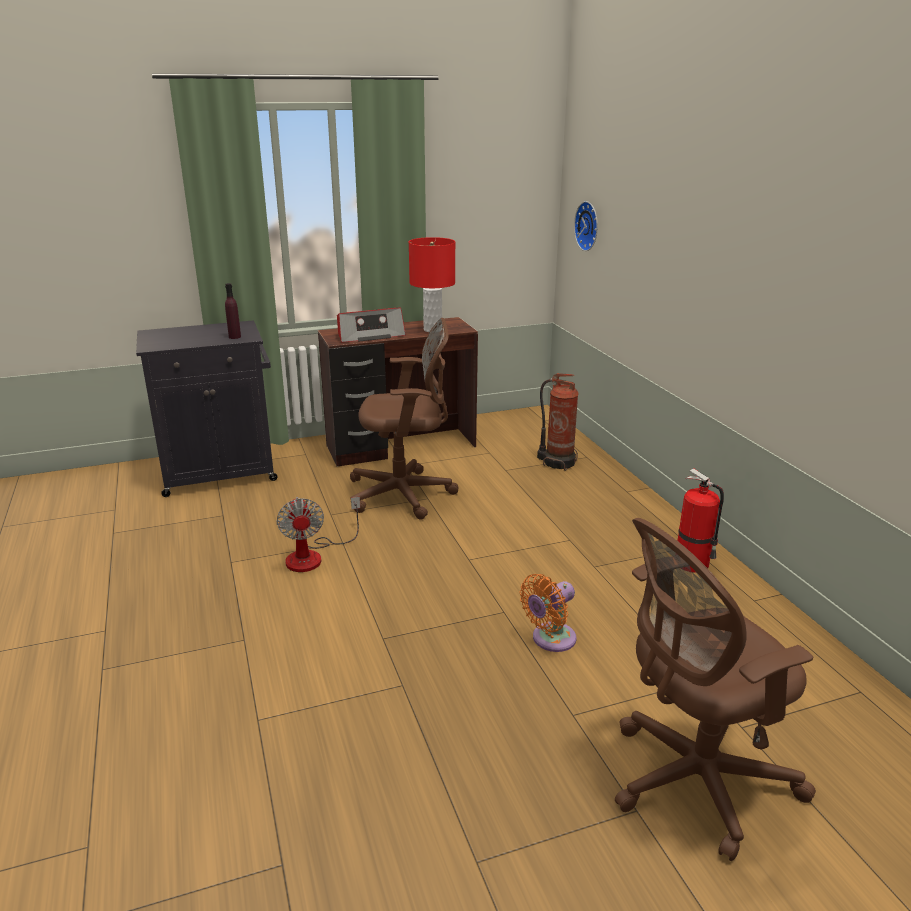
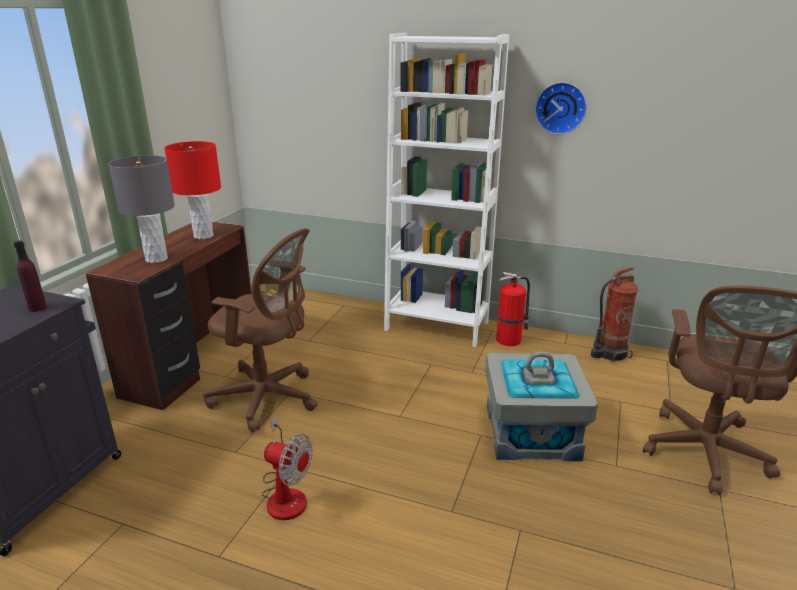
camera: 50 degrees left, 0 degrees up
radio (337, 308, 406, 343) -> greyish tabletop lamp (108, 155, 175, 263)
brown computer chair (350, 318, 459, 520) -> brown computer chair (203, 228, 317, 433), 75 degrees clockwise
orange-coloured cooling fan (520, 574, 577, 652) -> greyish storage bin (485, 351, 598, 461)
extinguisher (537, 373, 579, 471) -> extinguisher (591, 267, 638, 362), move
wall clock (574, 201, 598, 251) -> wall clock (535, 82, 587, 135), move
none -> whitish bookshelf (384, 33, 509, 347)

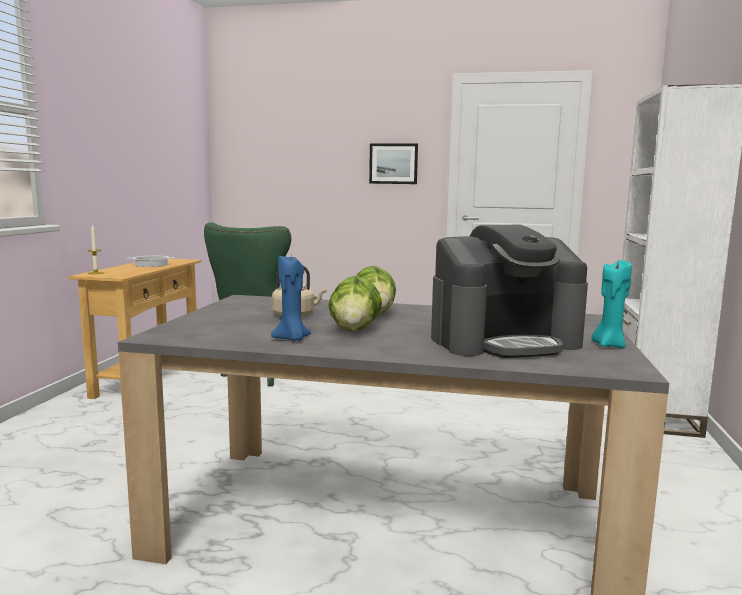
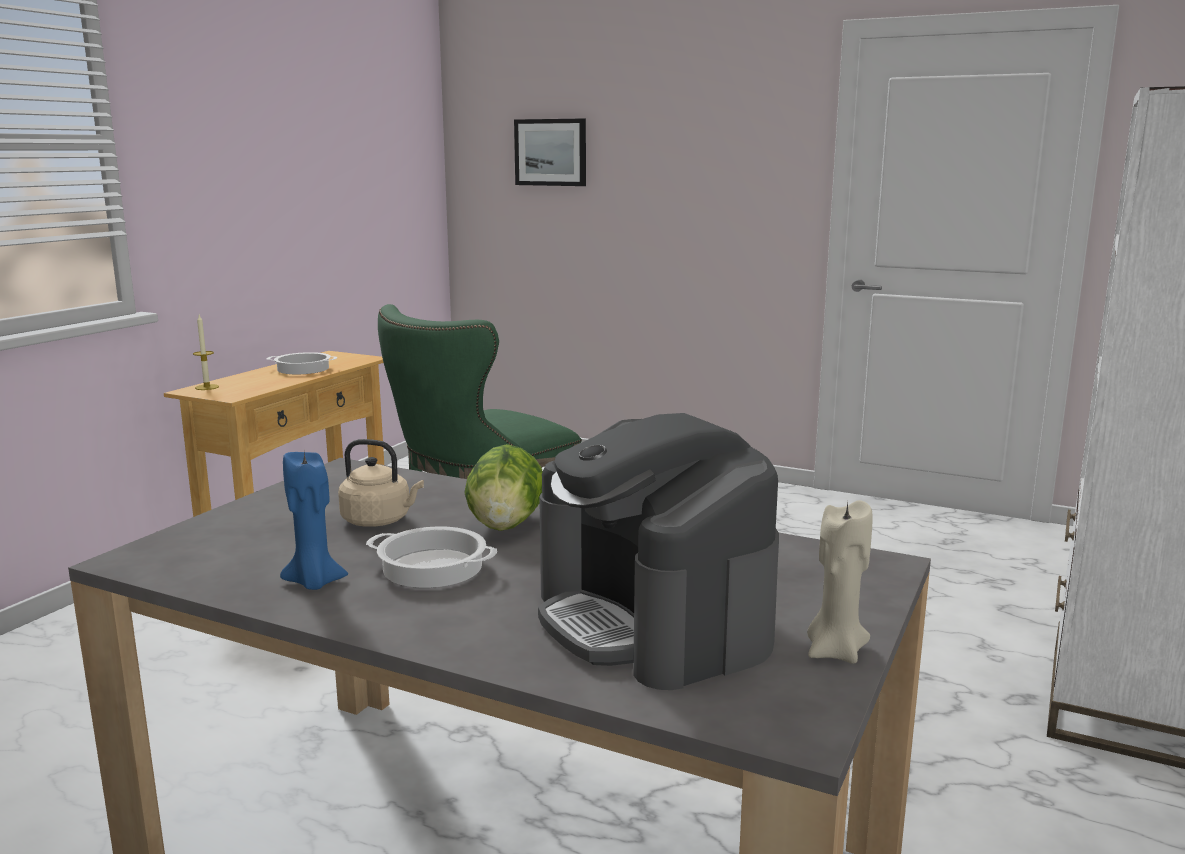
camera: 15 degrees right, 5 degrees up
lettuce head (329, 275, 382, 332) -> saucepot (366, 526, 497, 588)
picture (369, 143, 418, 184) -> picture (514, 119, 586, 186), move
coffee maker (431, 225, 588, 358) -> coffee maker (538, 413, 779, 690), 60 degrees clockwise
turquoise-coloured candle (591, 260, 632, 348) -> beige candle (807, 500, 873, 664)

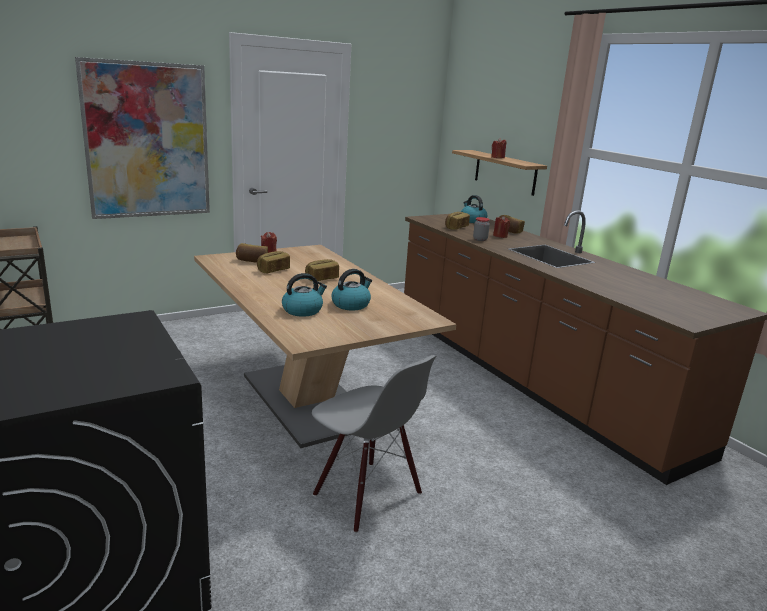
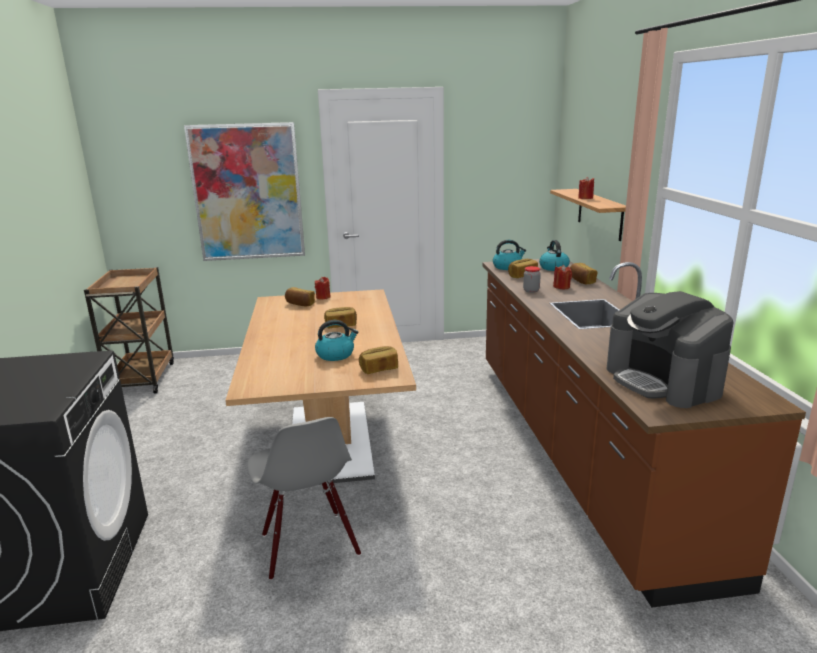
camera: 25 degrees right, 0 degrees up
bakery bread (257, 251, 290, 273) -> bakery bread (359, 346, 398, 374), move
kettle (282, 273, 327, 317) -> kettle (493, 240, 526, 270), move
none -> coffee maker (606, 291, 734, 408)

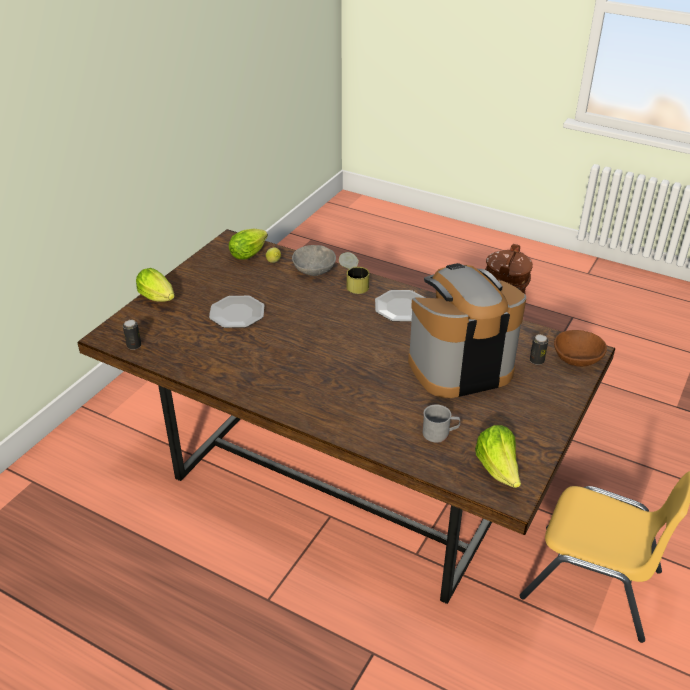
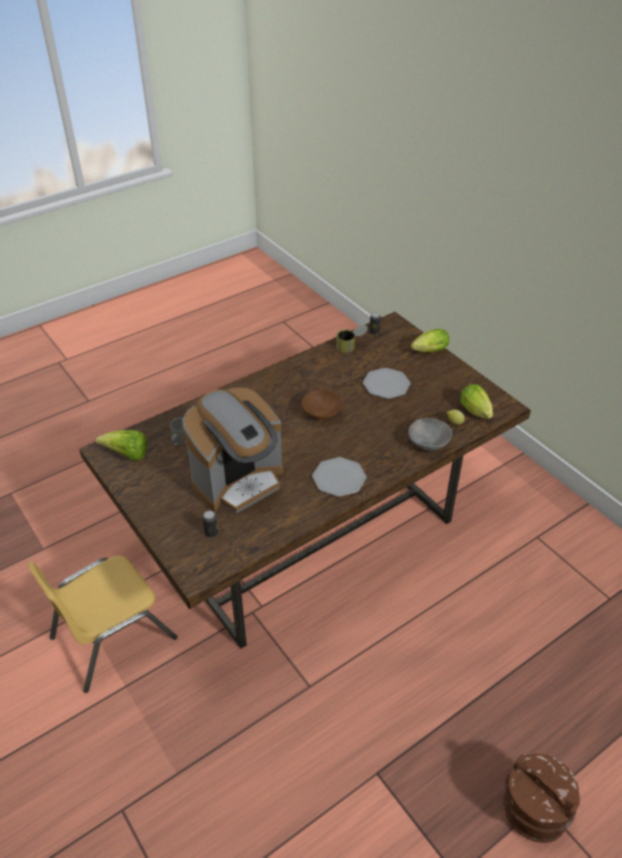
camera: 115 degrees right, 5 degrees up
sealed can (339, 252, 370, 294) -> sealed can (336, 325, 368, 353), move
coffee maker (408, 263, 526, 398) -> coffee maker (182, 387, 283, 514), 45 degrees clockwise
brown deep dish (554, 330, 607, 367) -> brown deep dish (302, 389, 343, 420), move

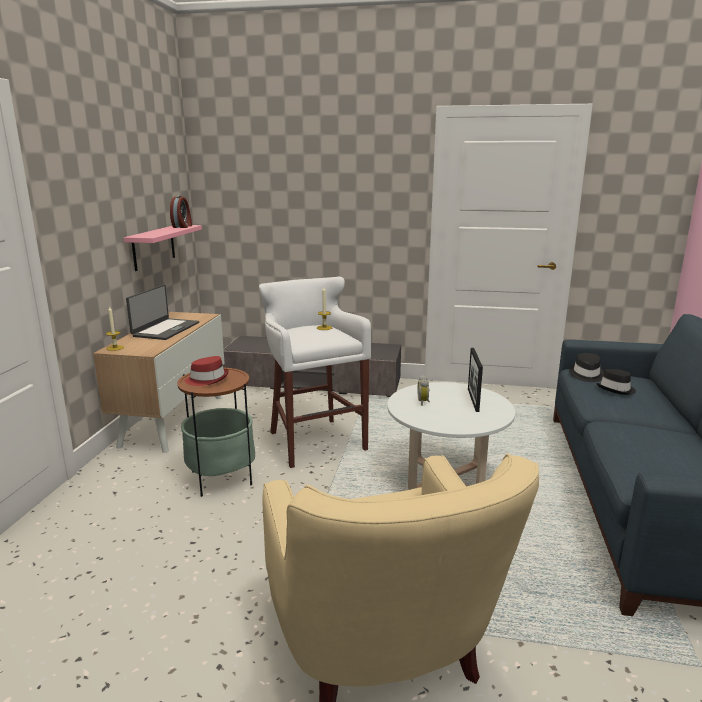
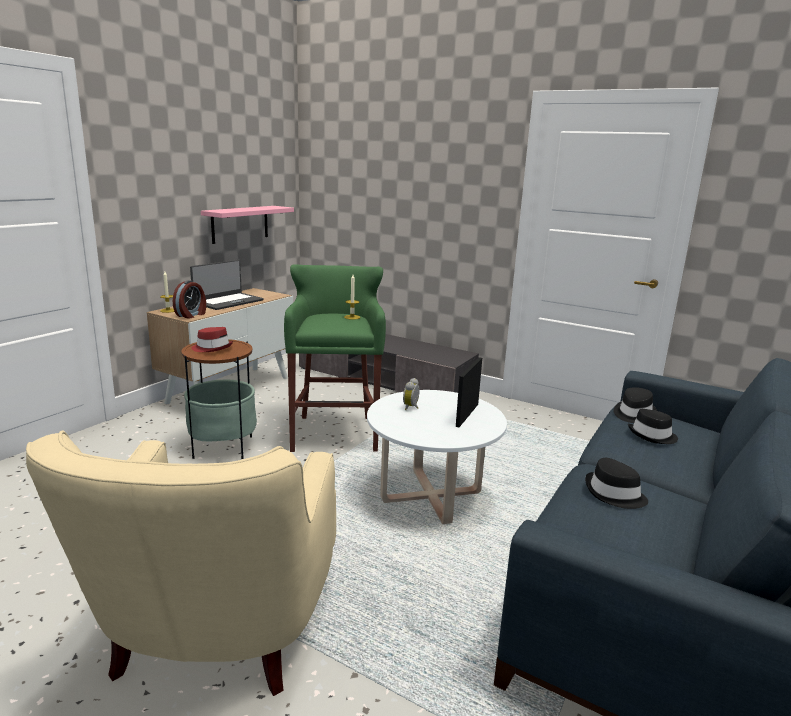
camera: 20 degrees right, 0 degrees up
alarm clock (170, 196, 192, 228) -> alarm clock (173, 280, 206, 319), move
whitish sitting stool (259, 277, 371, 468) -> green-coloured sitting stool (284, 264, 386, 452)
none -> black-coloured wearable hat (585, 458, 648, 509)

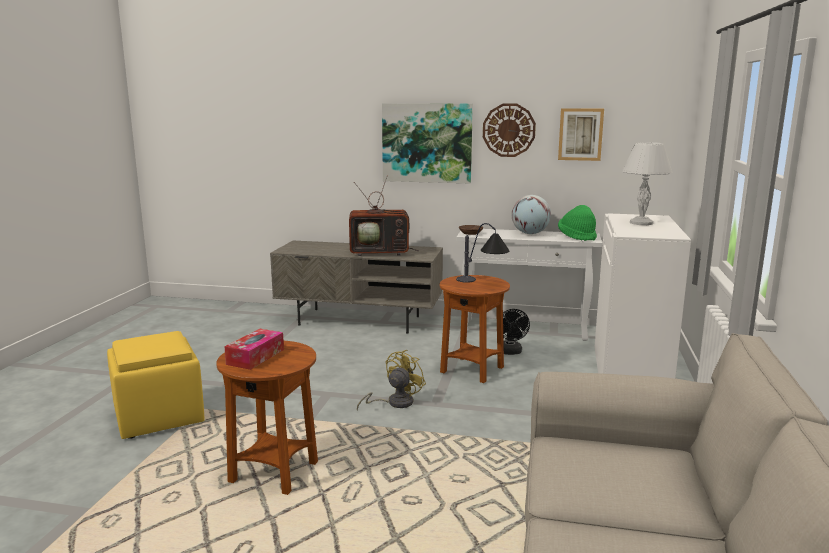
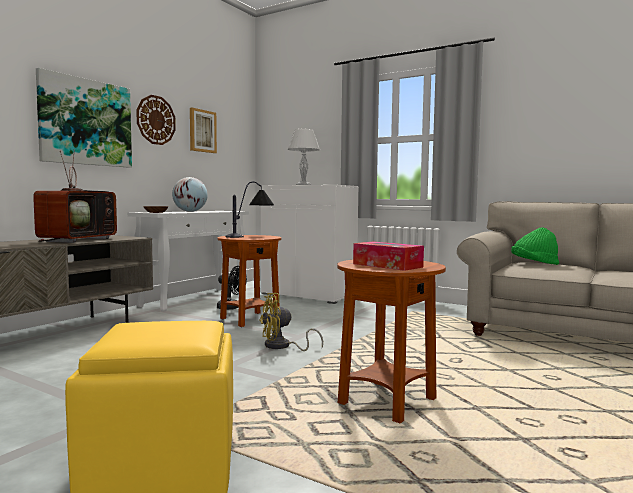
camera: 70 degrees left, 10 degrees down
yellowish cooling fan (357, 350, 426, 411) -> yellowish cooling fan (259, 293, 323, 351), 75 degrees counterclockwise
green-coloured wearable hat (558, 205, 597, 241) -> green-coloured wearable hat (511, 227, 559, 265), move

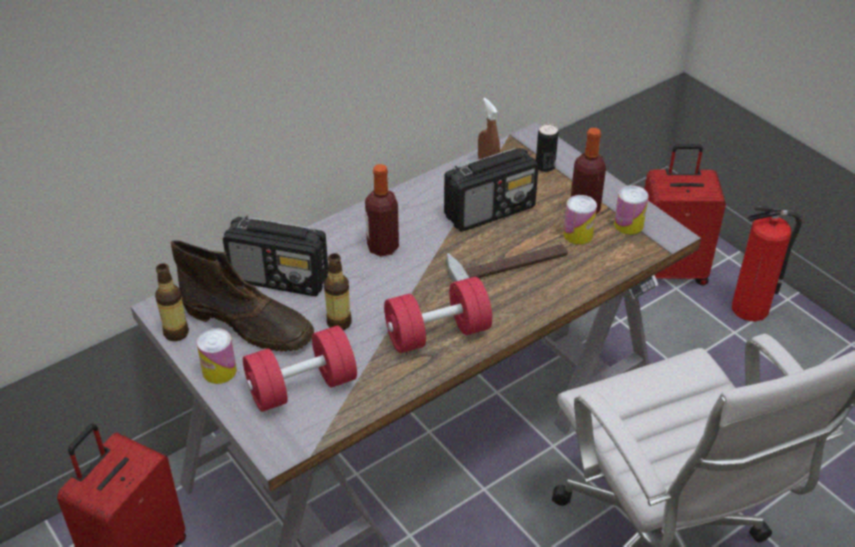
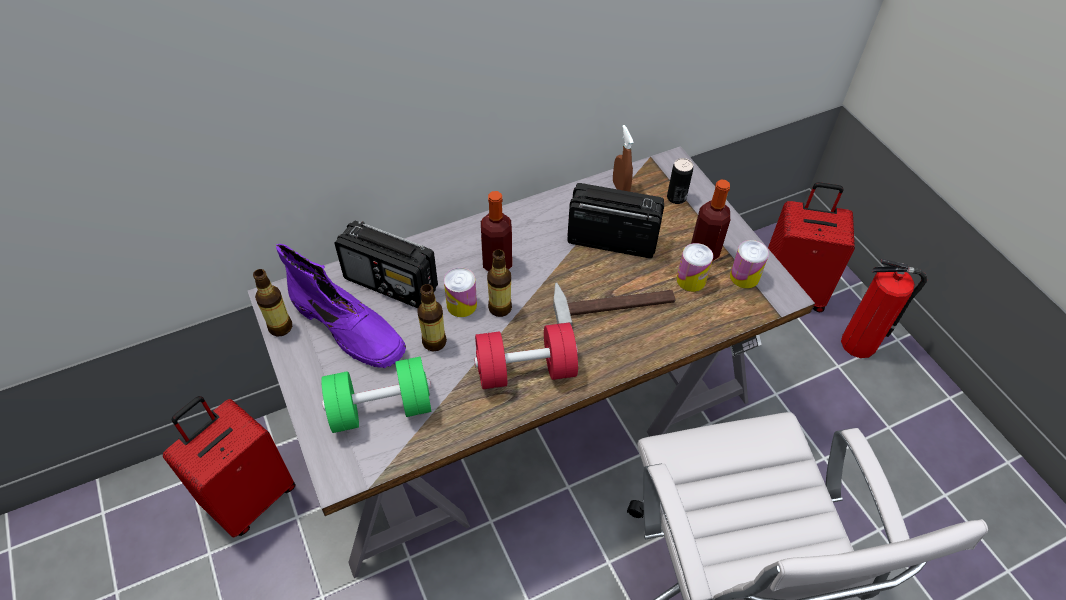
camera: 10 degrees right, 10 degrees up
brown tall boot (171, 240, 314, 352) -> purplish tall boot (276, 244, 406, 368)
sealed can (197, 328, 236, 384) -> sealed can (444, 268, 477, 317), move
reddish dumbbell (243, 325, 357, 412) -> green-coloured dumbbell (321, 357, 431, 433)
radio (444, 148, 539, 232) -> radio (567, 183, 664, 258), 150 degrees counterclockwise
none -> bottle (487, 250, 512, 317)

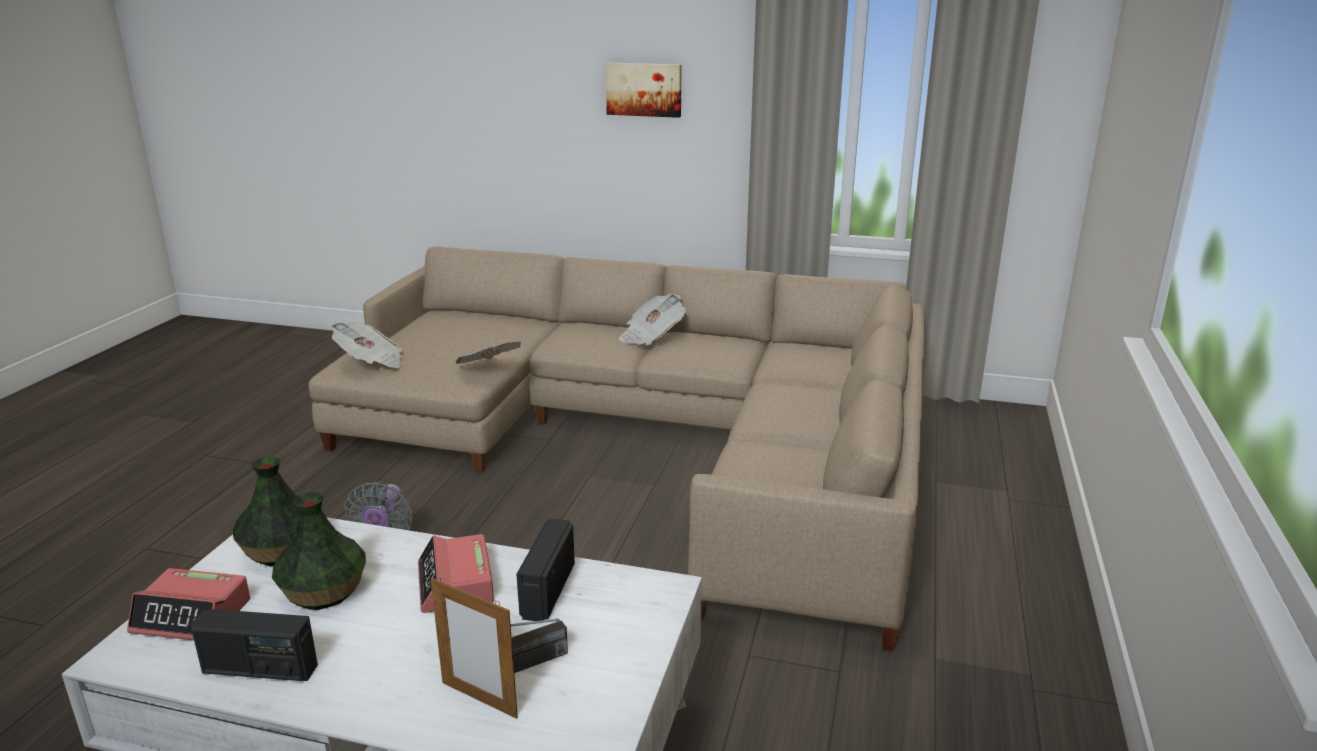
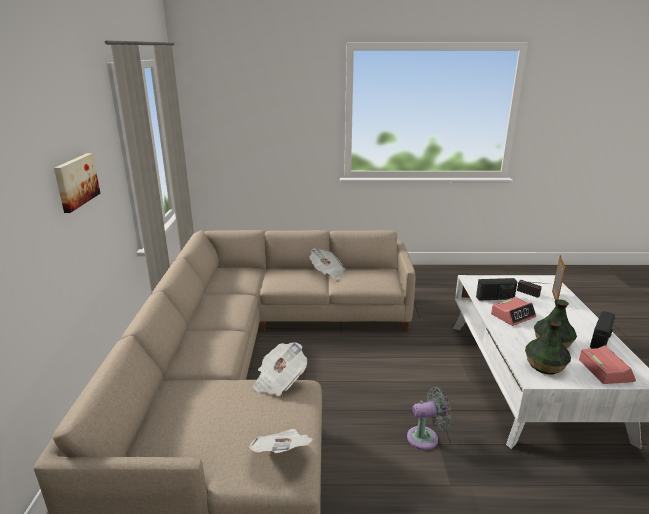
camera: 105 degrees left, 0 degrees up
radio (190, 609, 318, 681) -> radio (590, 311, 615, 349), 45 degrees clockwise
daily paper (619, 294, 686, 345) -> daily paper (309, 249, 345, 279), move

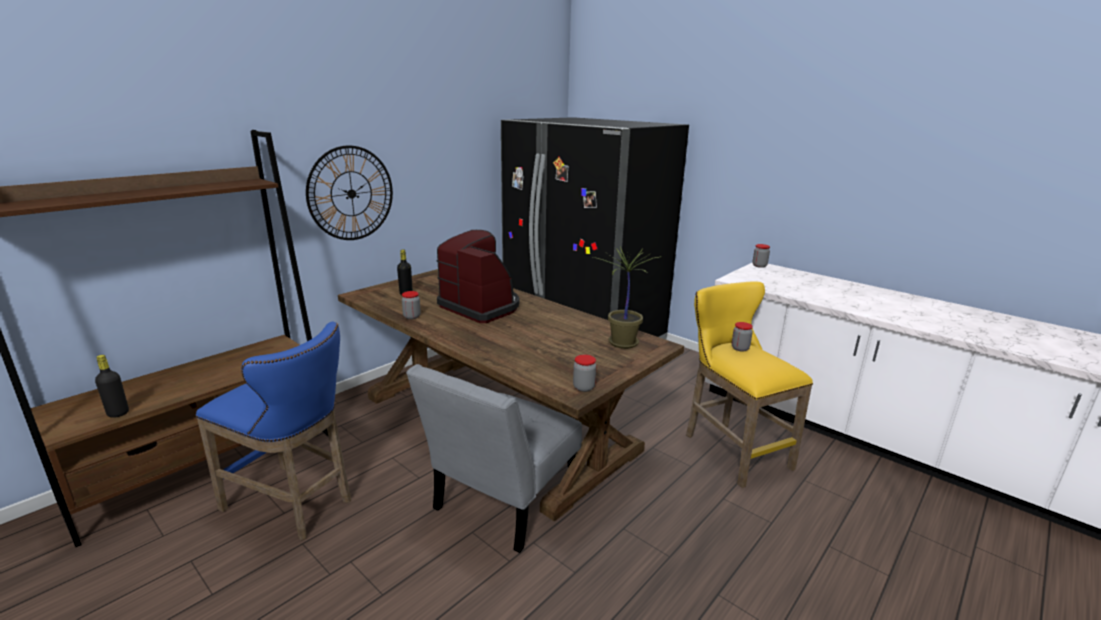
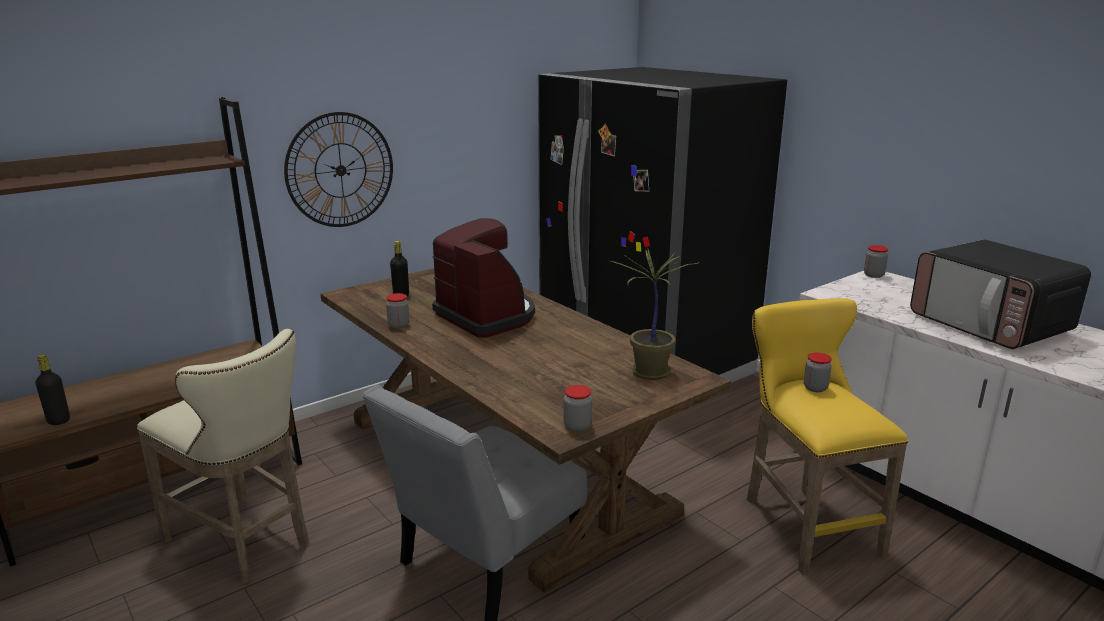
camera: 10 degrees right, 0 degrees up
blue-coloured sitting stool (195, 322, 351, 541) -> beige sitting stool (137, 329, 309, 584)
none -> microwave (910, 239, 1091, 349)

